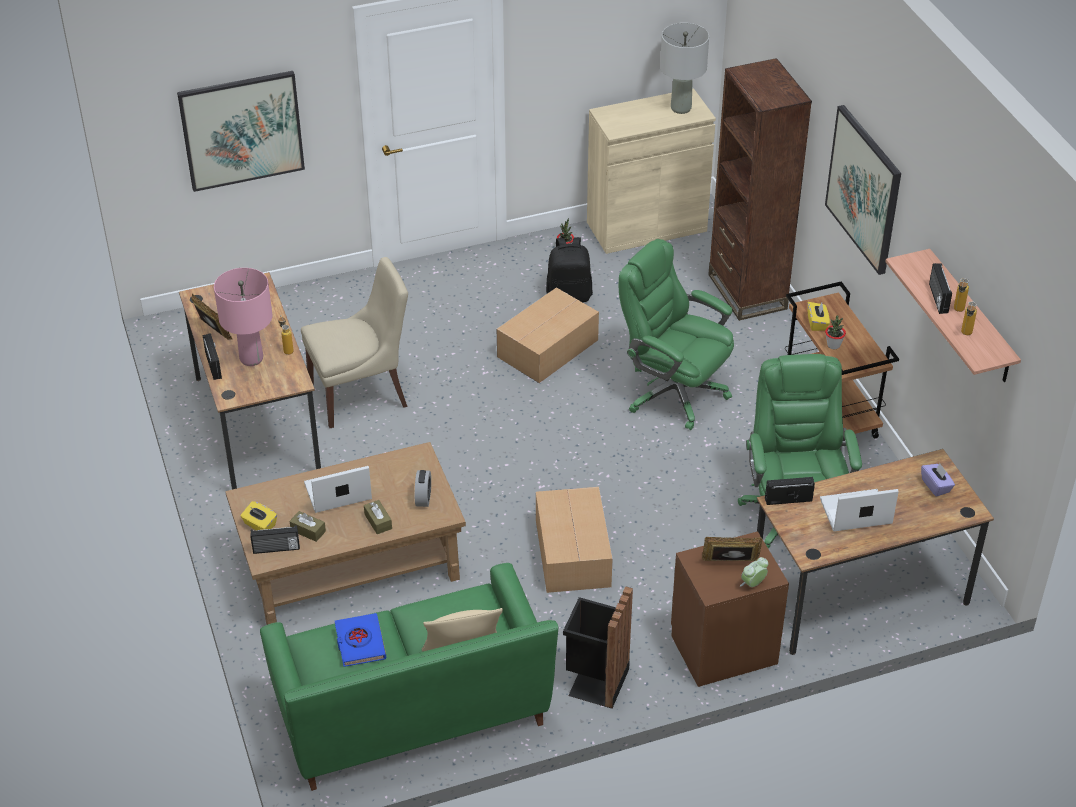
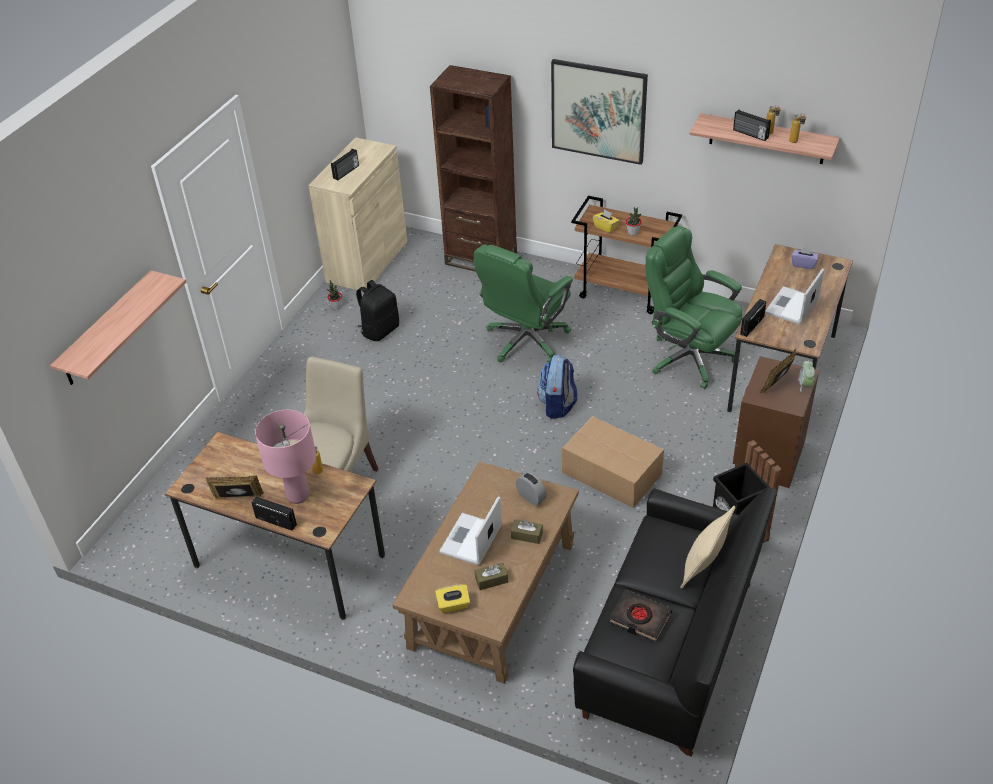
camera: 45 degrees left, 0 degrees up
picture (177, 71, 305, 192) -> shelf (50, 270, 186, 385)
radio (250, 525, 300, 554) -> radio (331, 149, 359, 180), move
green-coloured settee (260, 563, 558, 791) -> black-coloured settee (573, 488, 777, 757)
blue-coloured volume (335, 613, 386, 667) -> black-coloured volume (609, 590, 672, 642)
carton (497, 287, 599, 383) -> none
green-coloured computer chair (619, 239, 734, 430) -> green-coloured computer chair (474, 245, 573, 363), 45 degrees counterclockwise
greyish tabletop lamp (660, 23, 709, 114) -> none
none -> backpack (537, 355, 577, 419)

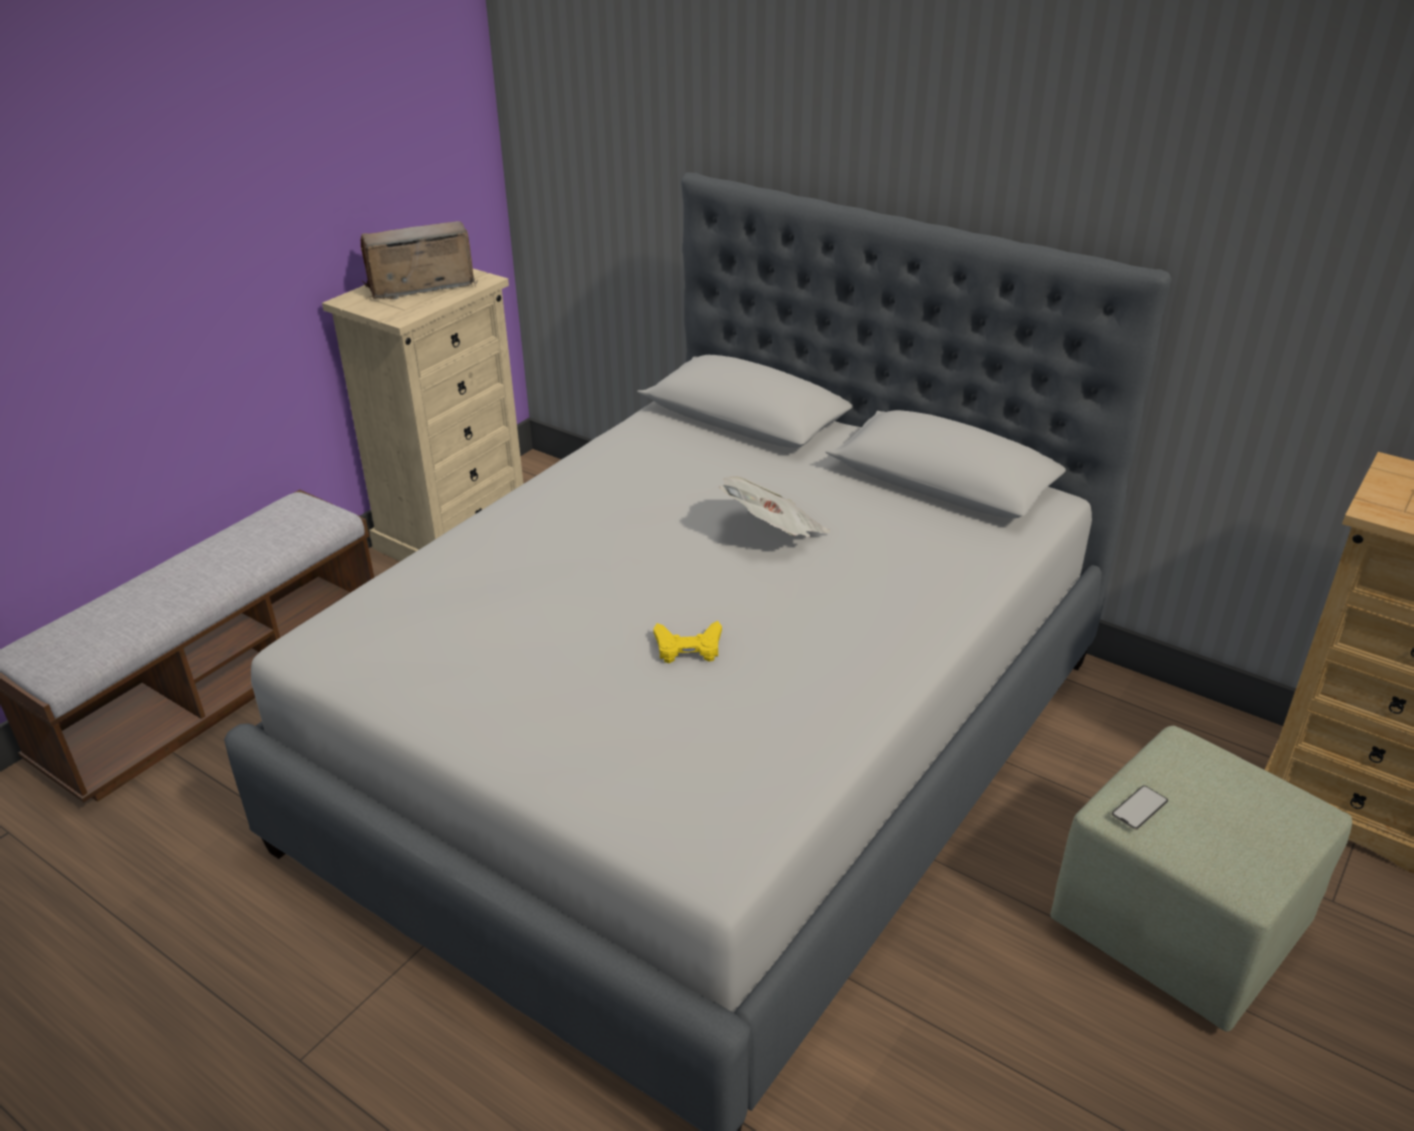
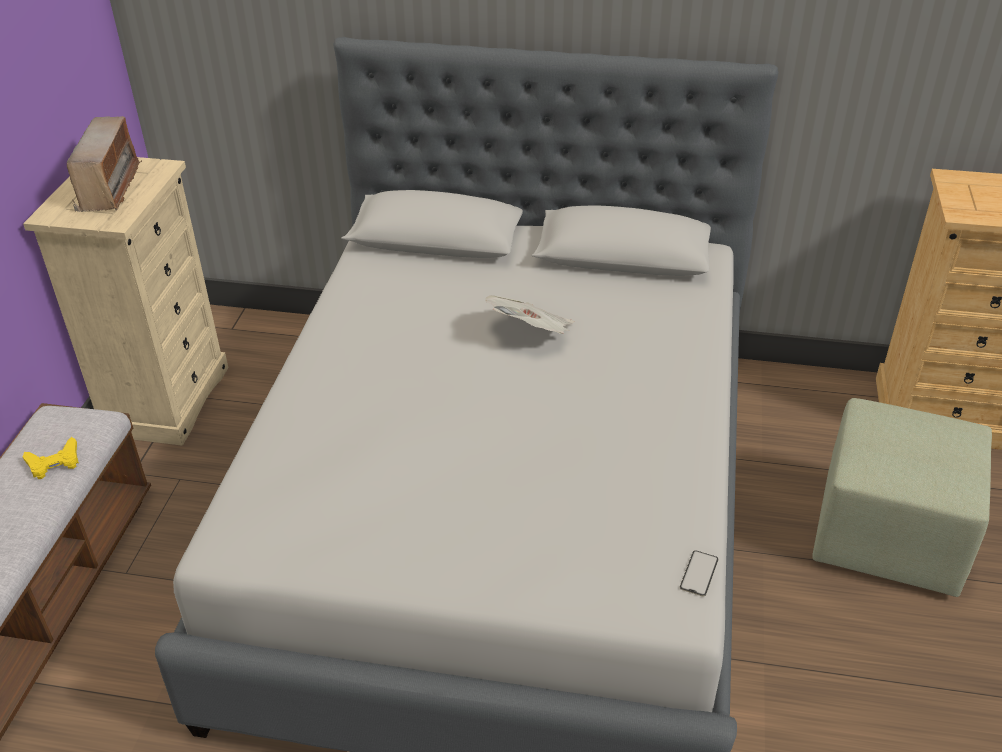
camera: 25 degrees left, 5 degrees up
radio (361, 221, 478, 300) -> radio (67, 116, 142, 212), 135 degrees clockwise
yellowish game controller (653, 621, 722, 663) -> yellowish game controller (23, 437, 79, 479), move
telephone (1111, 785, 1168, 830) -> telephone (680, 550, 719, 597), move

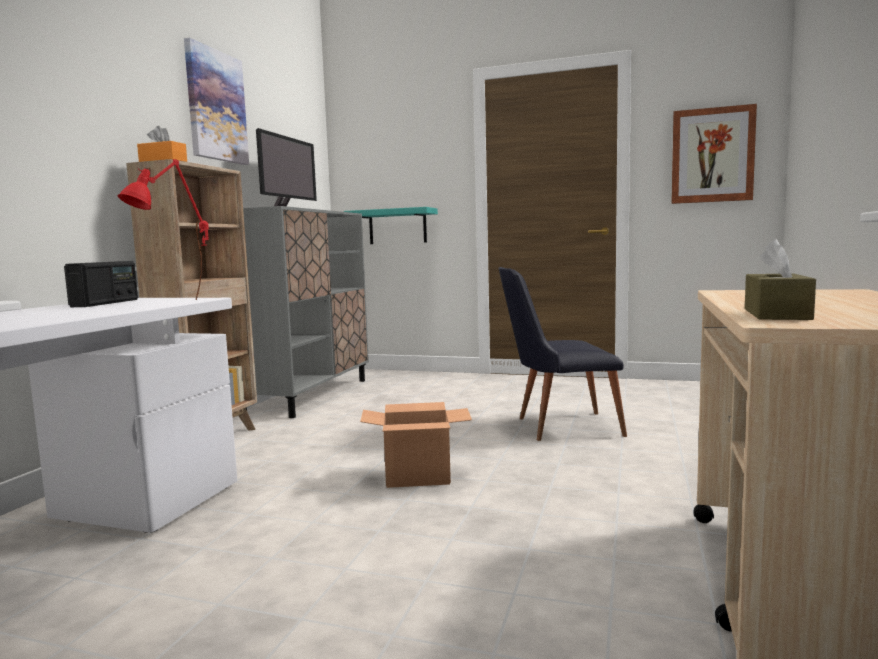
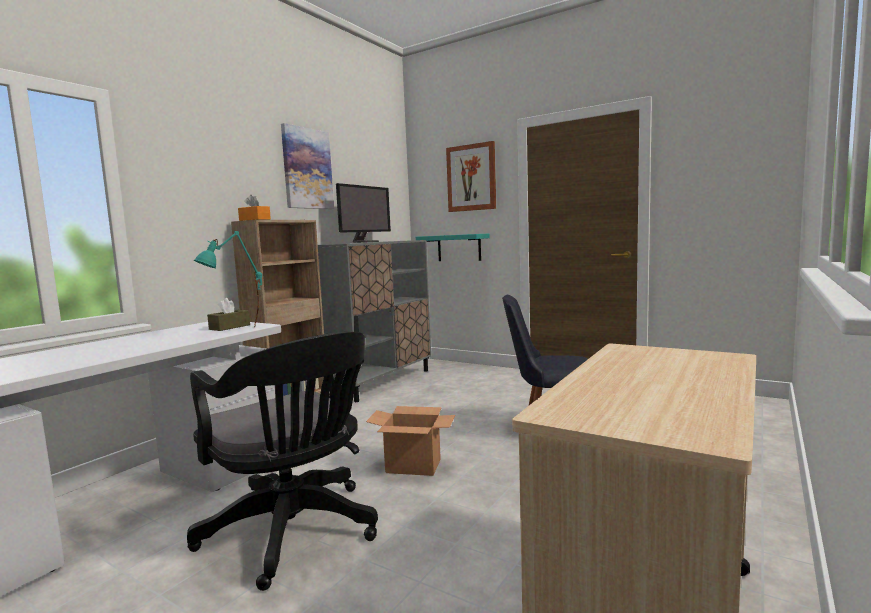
camera: 15 degrees right, 0 degrees up
radio (64, 261, 138, 307) -> none
reddish tabletop lamp (117, 159, 209, 300) -> turquoise-coloured tabletop lamp (194, 231, 262, 327)
picture (671, 104, 757, 204) -> picture (446, 141, 496, 212), move
brown tissue box (745, 239, 816, 320) -> brown tissue box (207, 298, 250, 331), move
none -> black-coloured computer chair (187, 332, 378, 591)

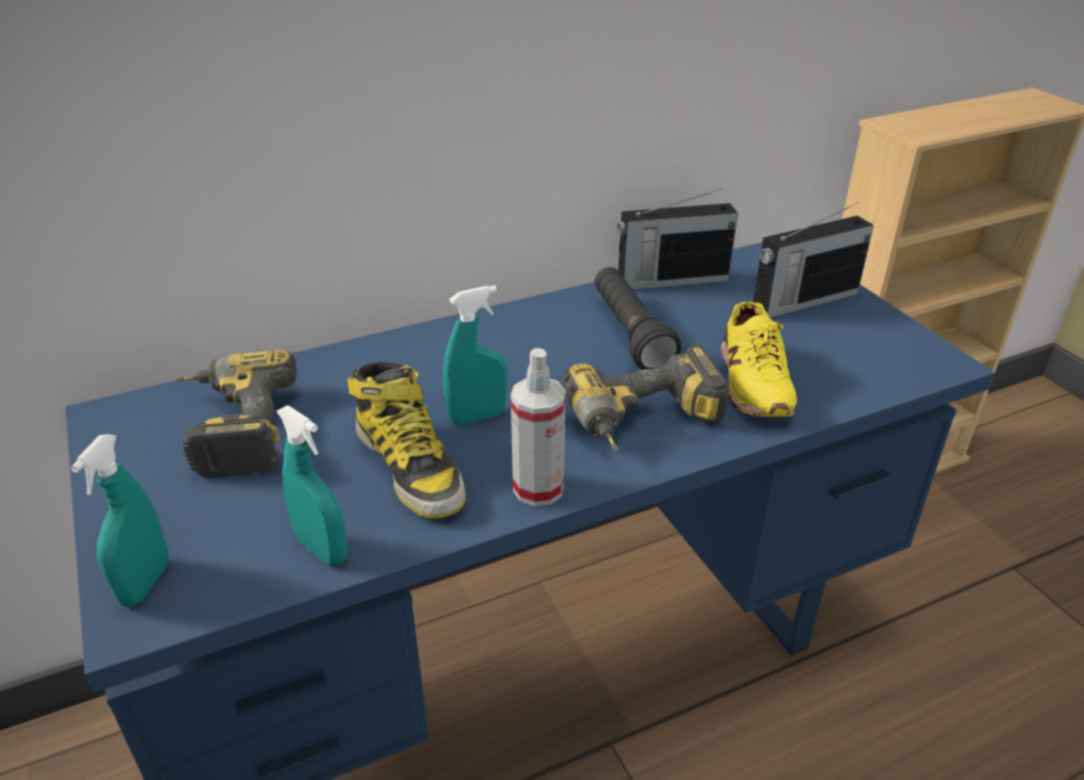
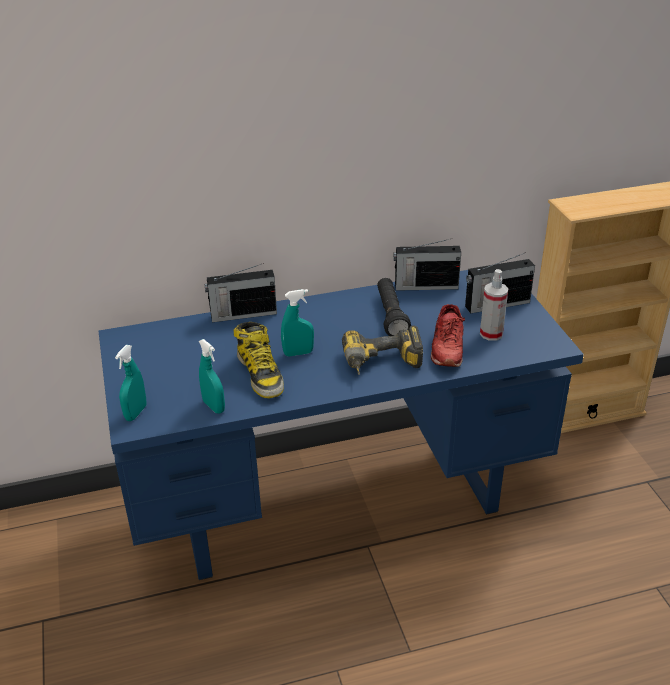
camera: 10 degrees right, 0 degrees up
electric drill (176, 350, 297, 478) -> none
sprayer (511, 348, 566, 506) -> sprayer (480, 269, 508, 341), move
yellowish item of footwear (721, 301, 797, 417) -> reddish item of footwear (431, 304, 465, 367)
none -> radio (204, 263, 277, 322)

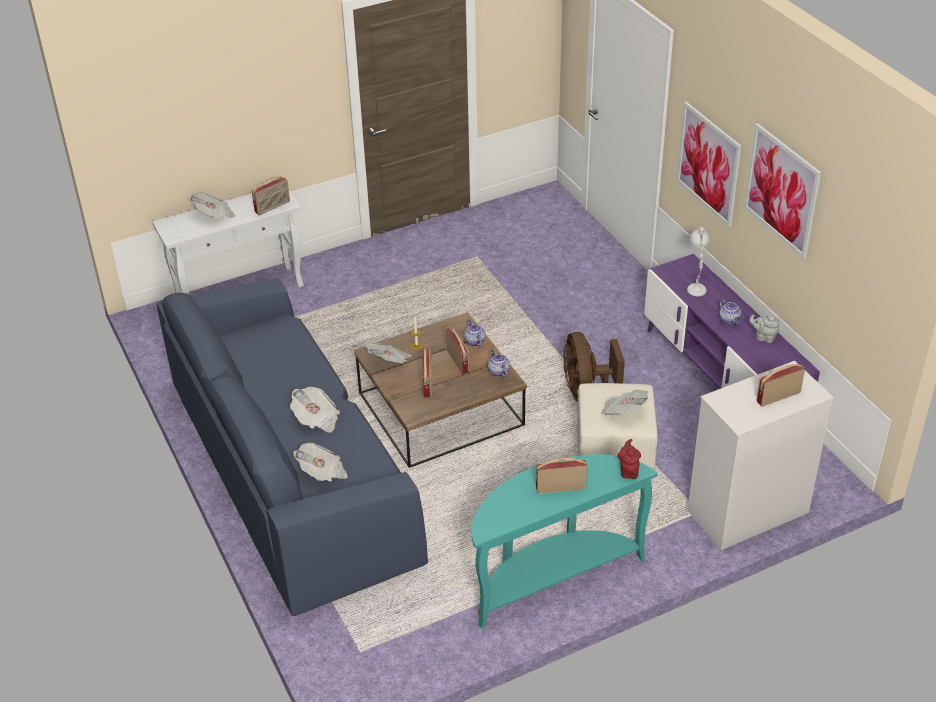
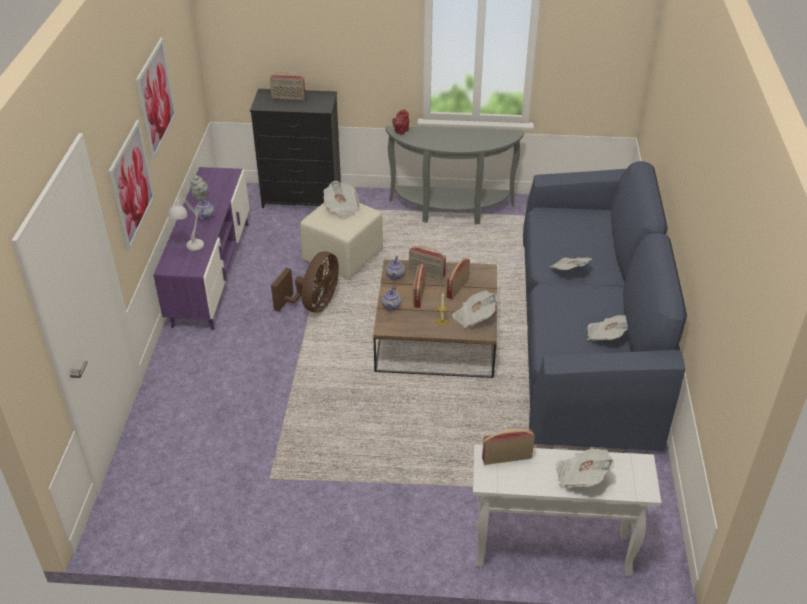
camera: 150 degrees left, 0 degrees up
daily paper (293, 443, 348, 482) -> daily paper (587, 315, 628, 340), move
turquoise-coloured hall table (472, 454, 658, 629) -> greyish hall table (386, 126, 524, 225)
radio (536, 458, 588, 494) -> radio (409, 246, 446, 279), move
whitish drawer chest (687, 361, 834, 550) -> black-coloured drawer chest (250, 89, 341, 208)

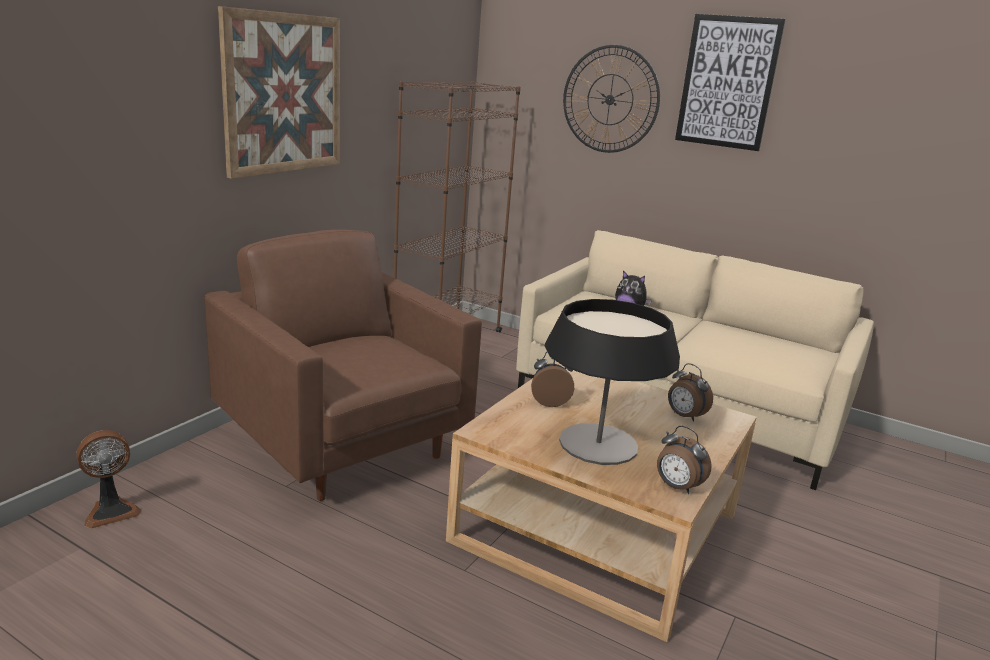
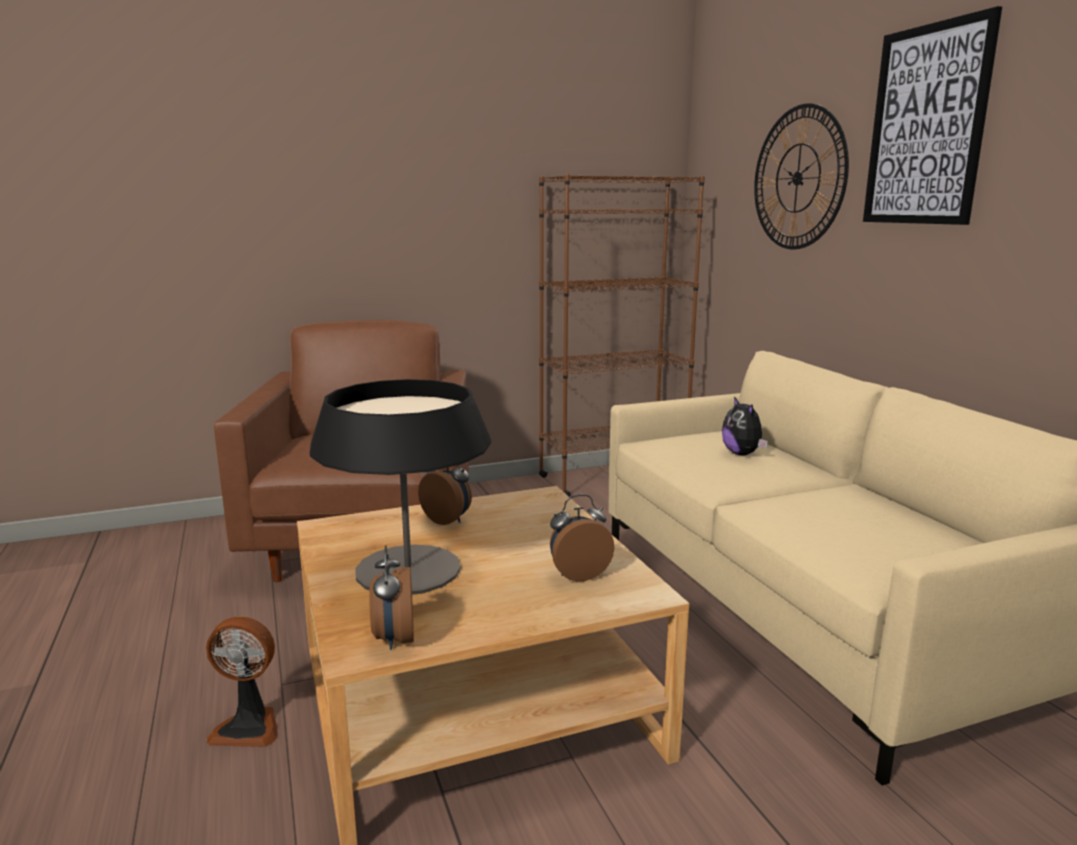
camera: 40 degrees right, 5 degrees down
cooling fan (76, 430, 141, 529) -> cooling fan (206, 616, 278, 747), move
picture (218, 6, 340, 179) -> none
alarm clock (668, 363, 713, 422) -> alarm clock (550, 494, 614, 581), 75 degrees clockwise

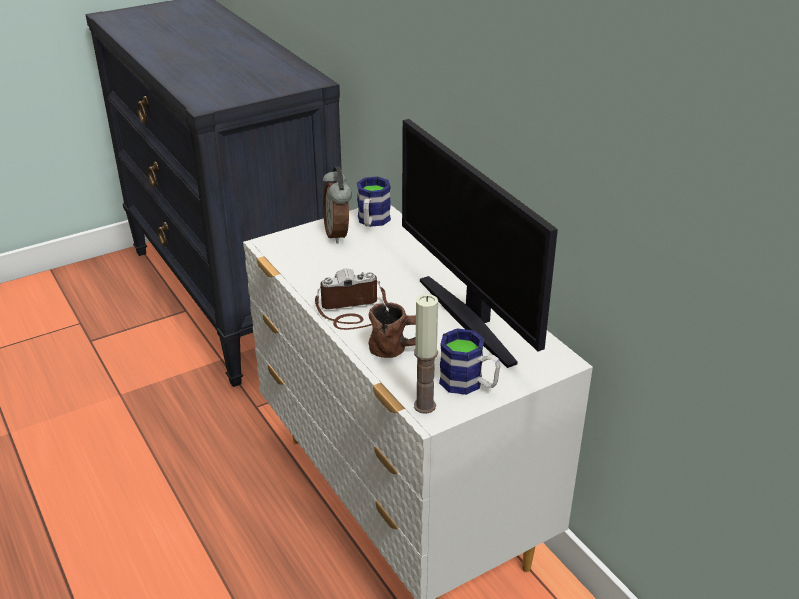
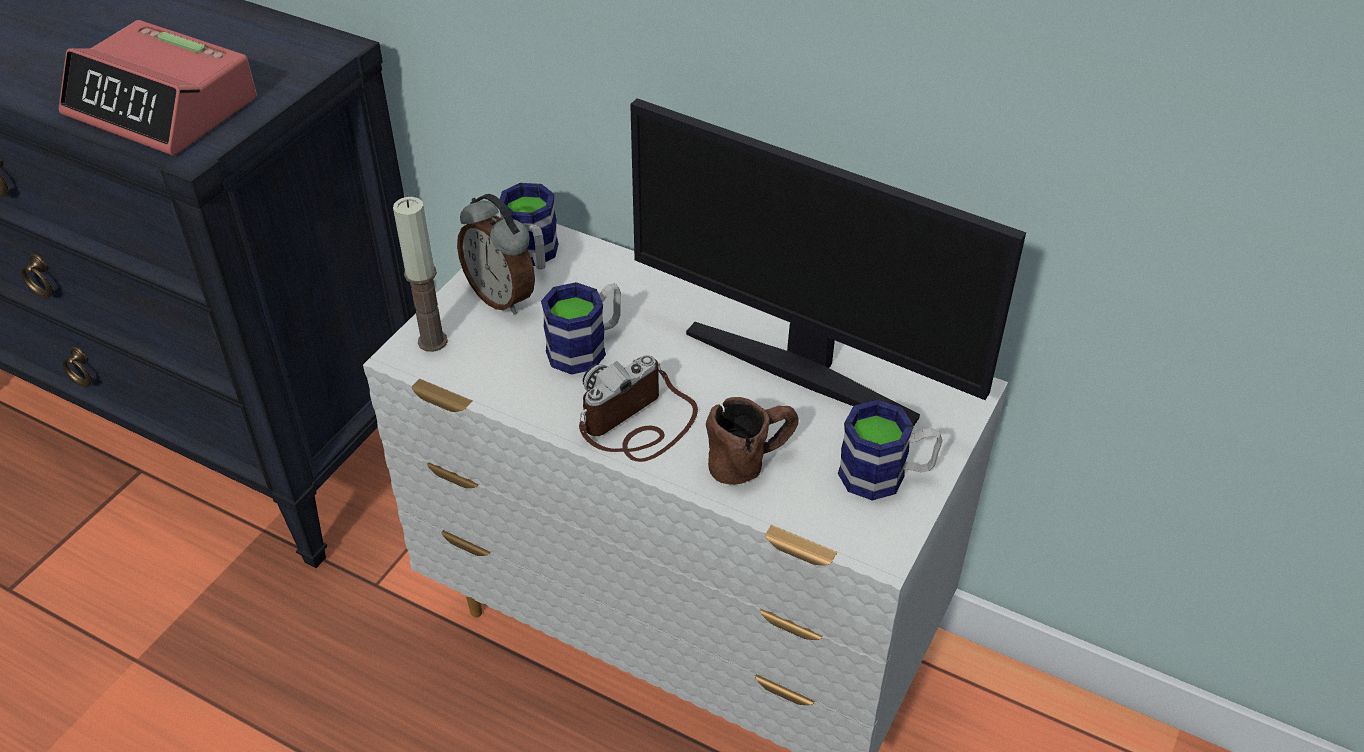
camera: 30 degrees left, 10 degrees up
candle (414, 294, 438, 414) -> candle (393, 197, 448, 352), move
none -> alarm clock (59, 20, 257, 155)
none -> coffee mug (541, 282, 621, 375)

